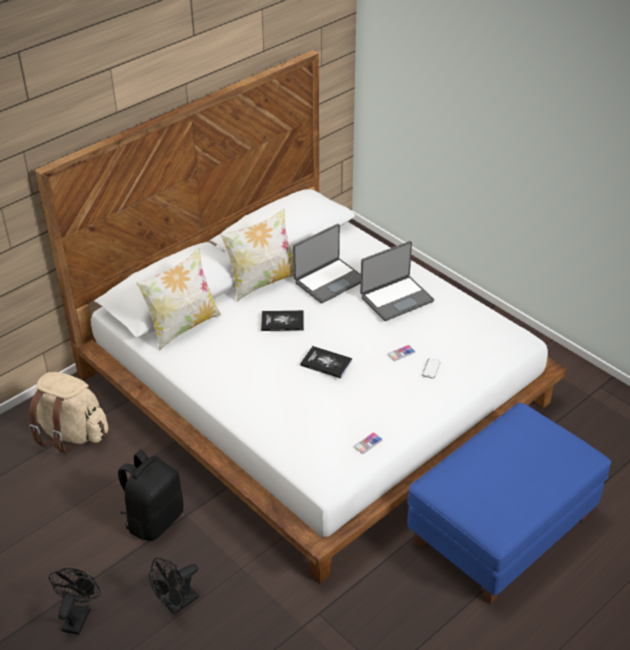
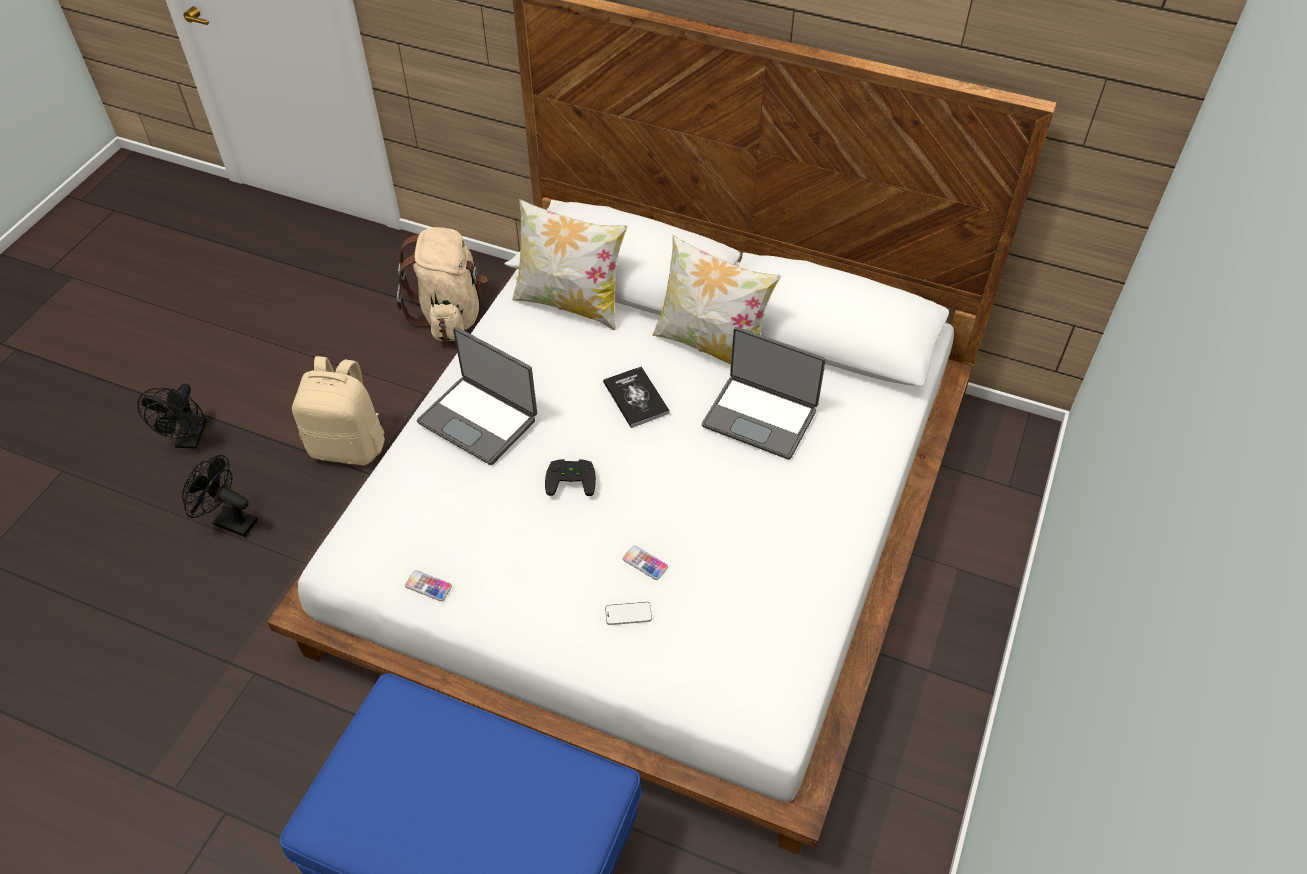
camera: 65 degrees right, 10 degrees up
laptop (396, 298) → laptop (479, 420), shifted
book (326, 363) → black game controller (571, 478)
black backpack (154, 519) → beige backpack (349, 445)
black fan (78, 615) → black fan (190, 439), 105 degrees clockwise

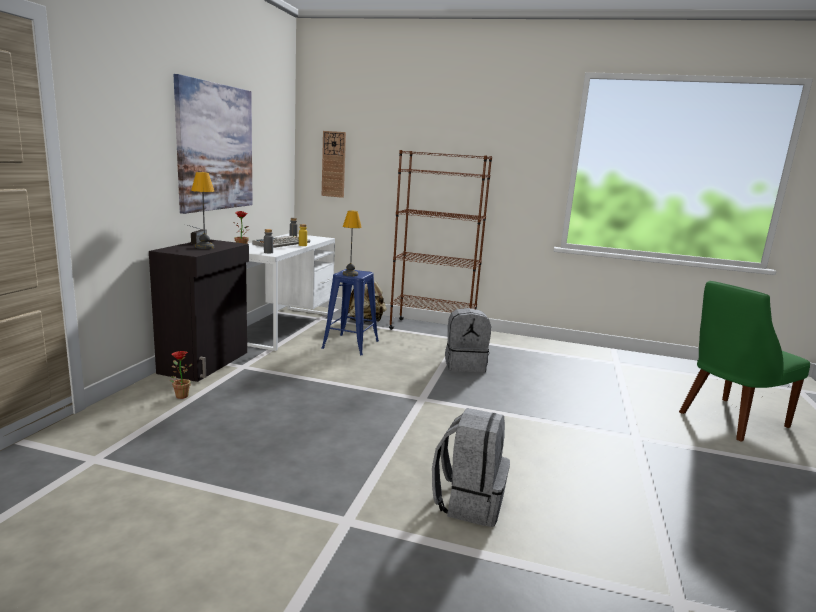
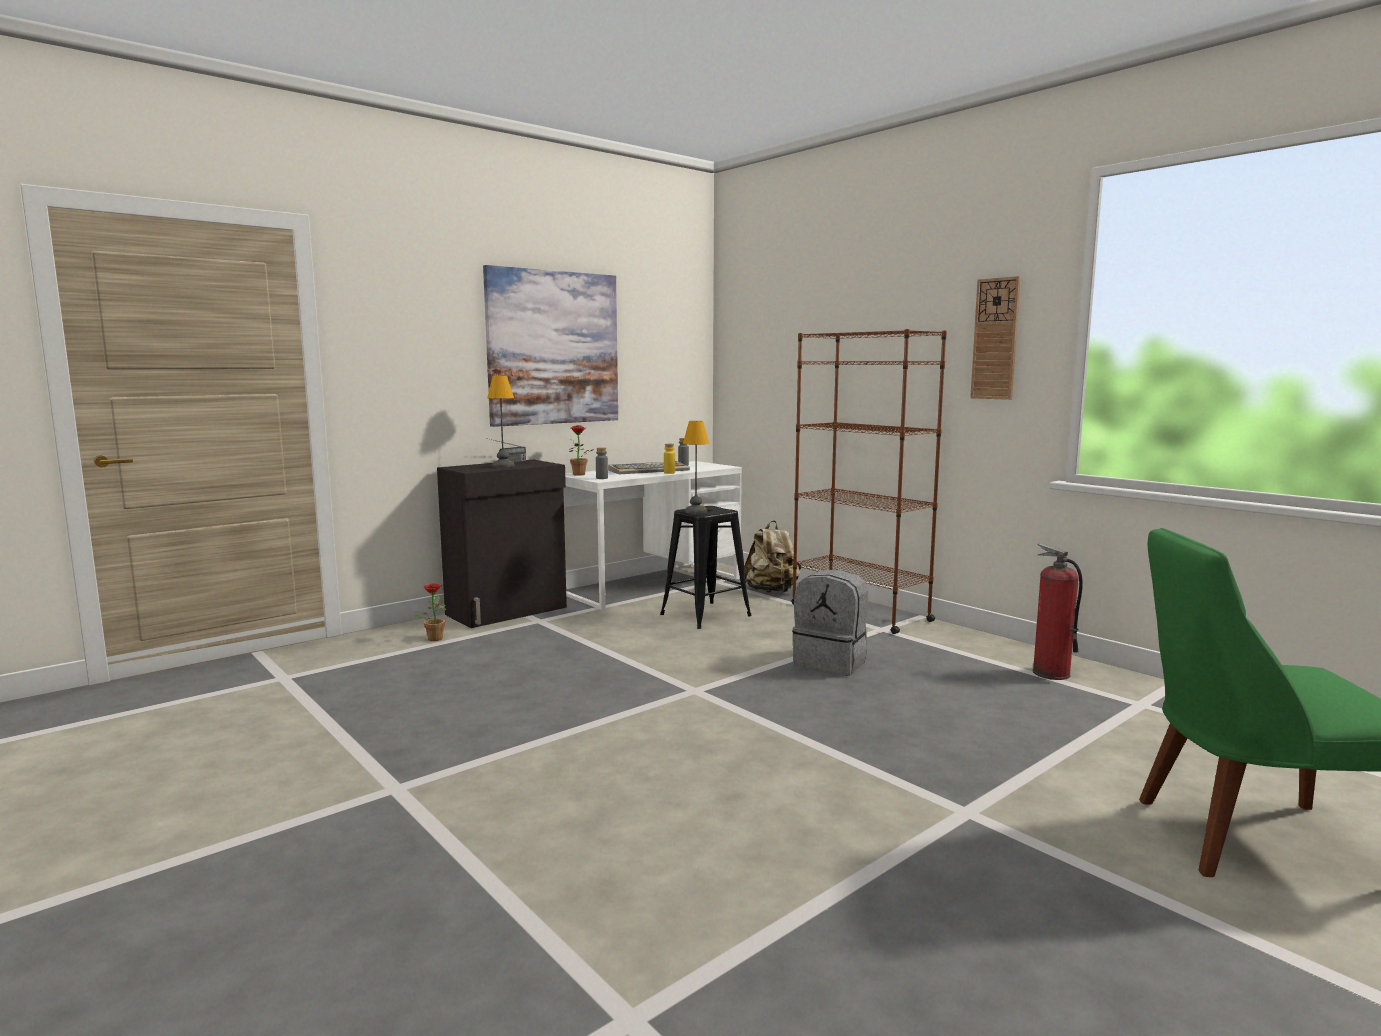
camera: 35 degrees right, 5 degrees down
grey backpack (469, 502) → -
- → fire extinguisher (1050, 673)
wall clock (333, 164) → wall clock (995, 339), shifted
blue stool (351, 344) → black stool (706, 615)

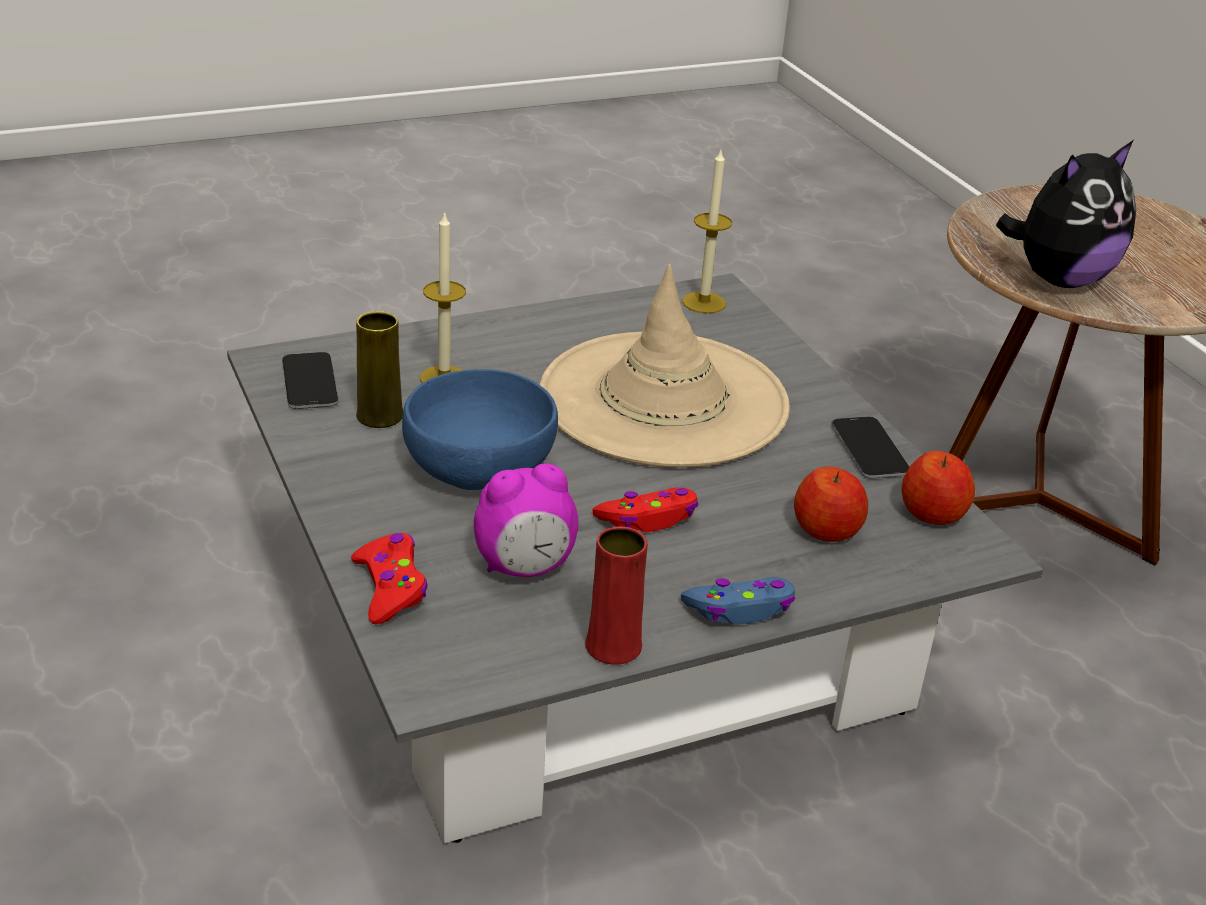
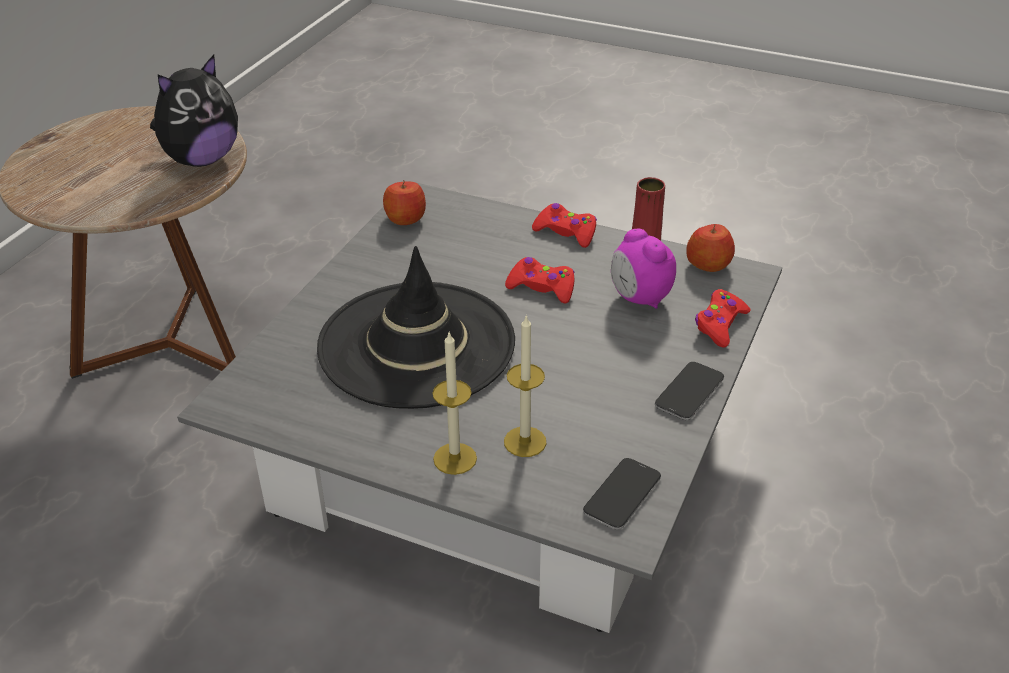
camera: 130 degrees left, 5 degrees up
yellow vase (379, 416) → -
blue bowl (481, 465) → -
candle (704, 302) → candle (455, 458), shifted
apple (827, 530) → apple (708, 264), shifted
phone (869, 449) → phone (689, 392), shifted
beige hat (664, 400) → black hat (416, 344)
blue game controller (740, 609) → red game controller (566, 232)
alarm clock (525, 567) → alarm clock (639, 298), 150 degrees counterclockwise
plush toy (1059, 279) → plush toy (201, 159), 120 degrees clockwise

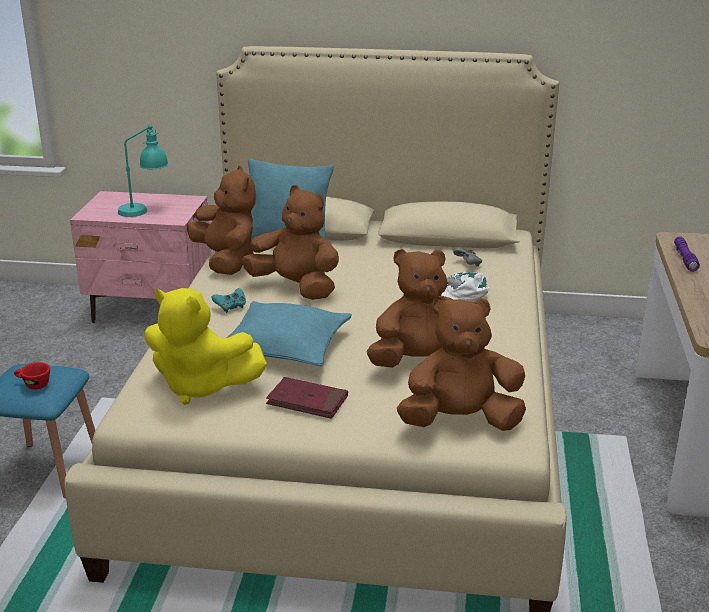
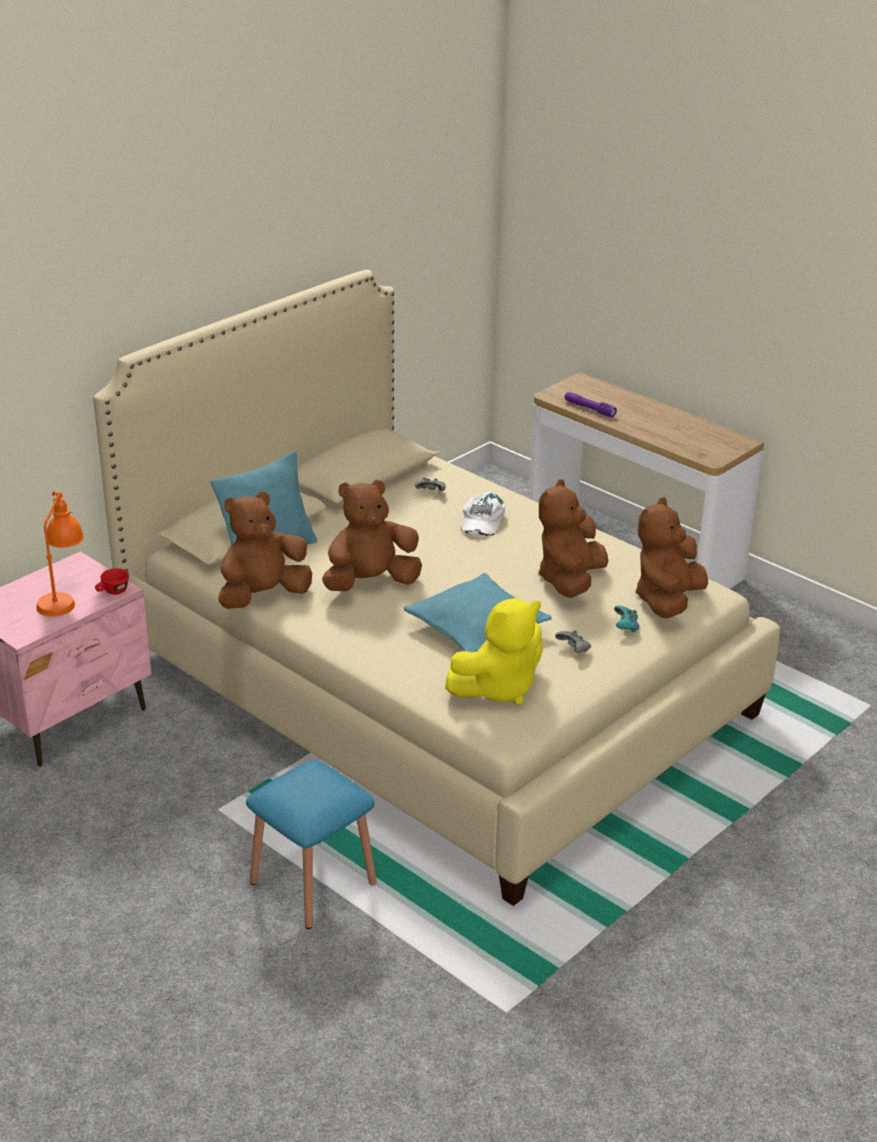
camera: 55 degrees left, 5 degrees up
red cup (33, 385) → red cup (112, 592), shifted
turquoise game controller (230, 307) → turquoise game controller (626, 627), shifted
red book (307, 401) → grey game controller (574, 649)
turquoise table lamp (145, 209) → orange table lamp (63, 597)
brown plush toy (226, 261) → brown plush toy (263, 596), 45 degrees counterclockwise

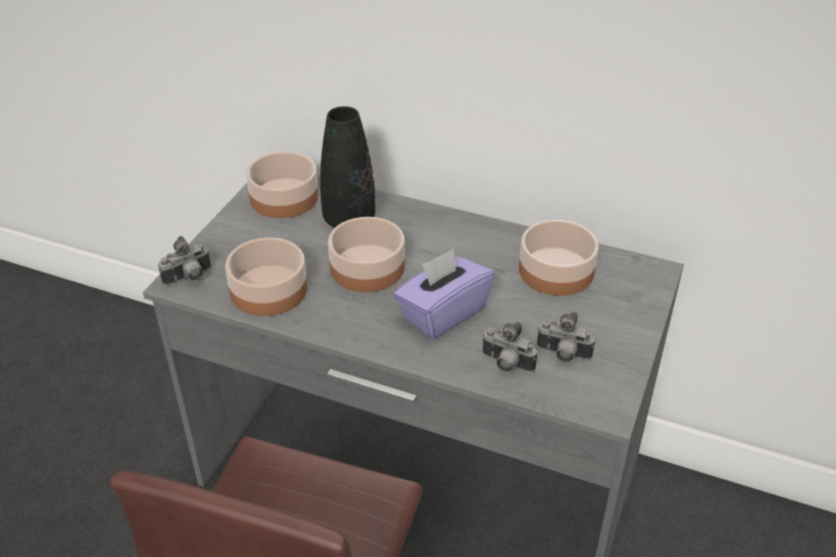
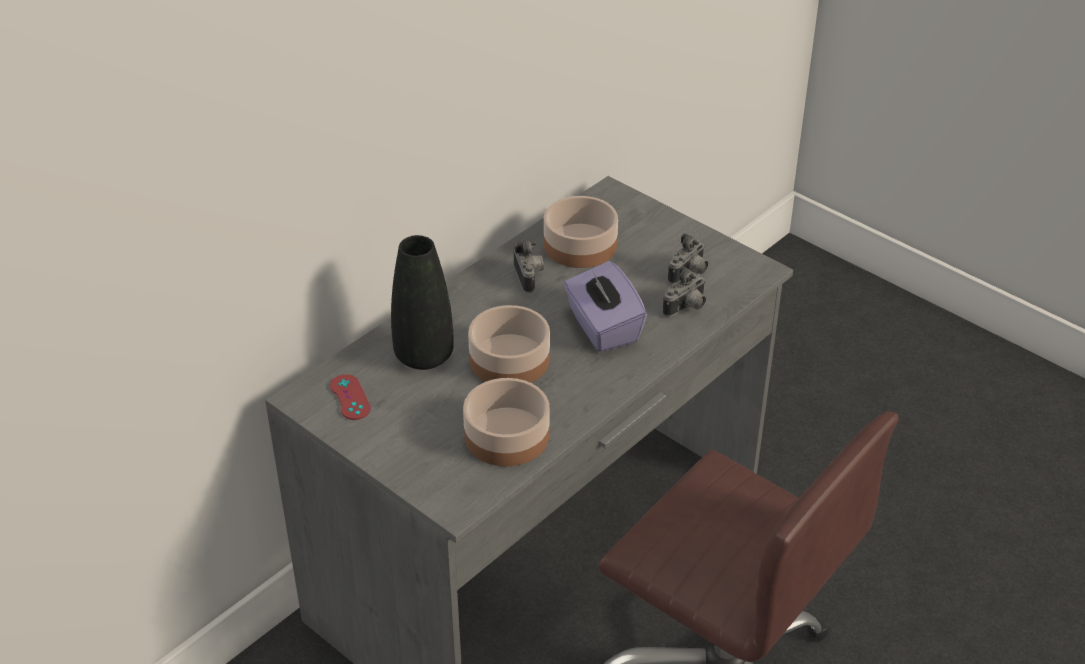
camera: 70 degrees left, 0 degrees up
photo camera (189, 278) → photo camera (529, 277), shifted
bowl (283, 198) → red game controller (350, 397)

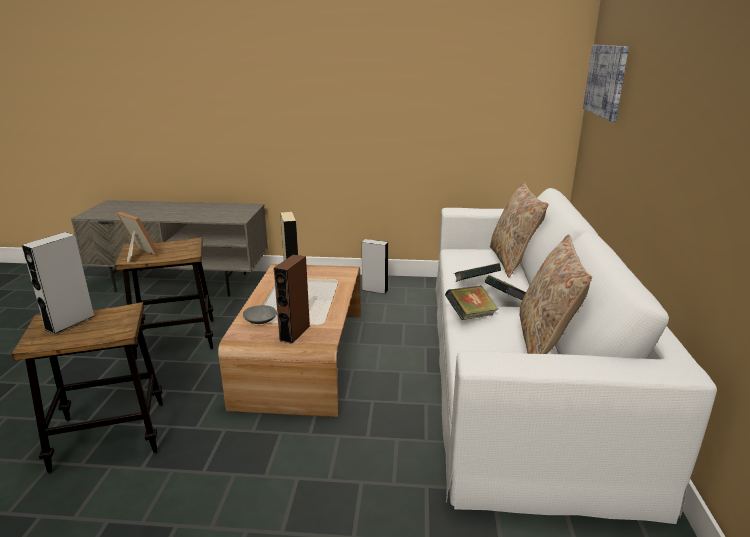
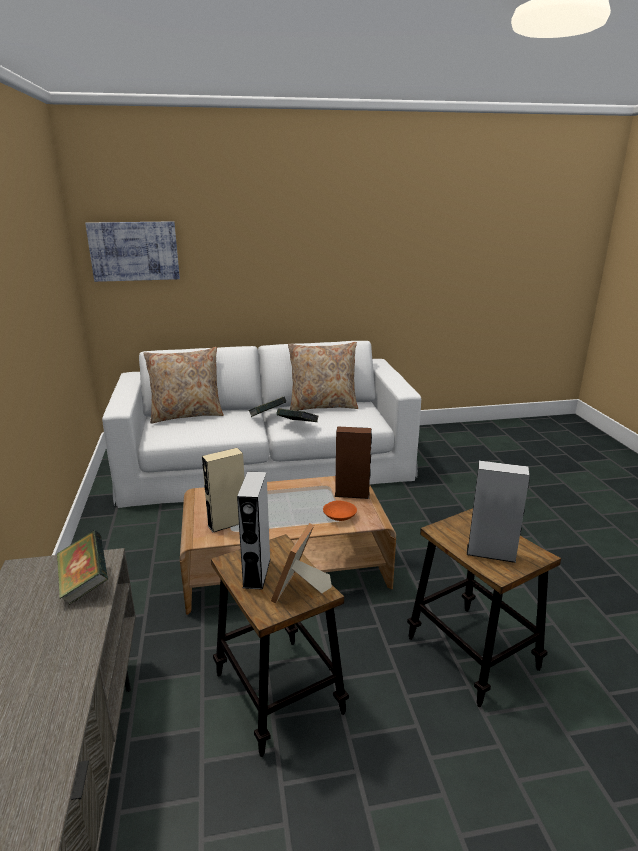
camera: 105 degrees left, 0 degrees up
grey speaker (374, 290) → grey speaker (257, 572), shifted
book (475, 284) → book (84, 583), shifted
grey bowl (261, 320) → orange bowl (339, 516)

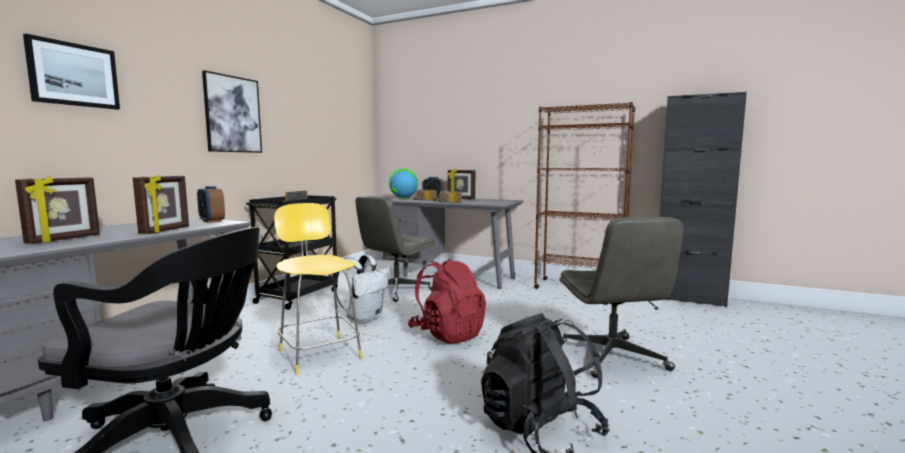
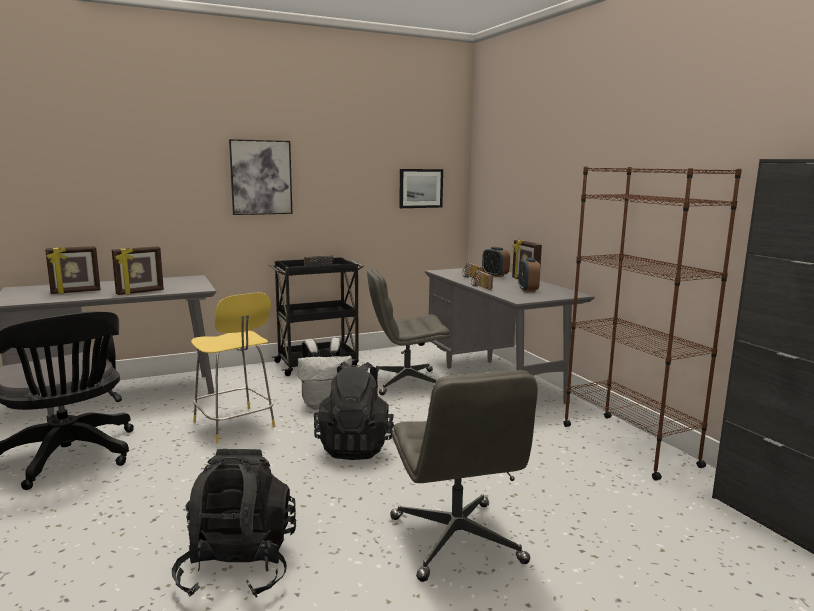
camera: 40 degrees right, 5 degrees up
globe (403, 198) → -
picture (74, 74) → picture (420, 188), shifted
alarm clock (212, 221) → alarm clock (527, 290), shifted
red backpack (447, 334) → black backpack (355, 447)
yellow chair (319, 353) → yellow chair (235, 425), 135 degrees clockwise
grey office chair (612, 357) → grey office chair (457, 541), 45 degrees counterclockwise

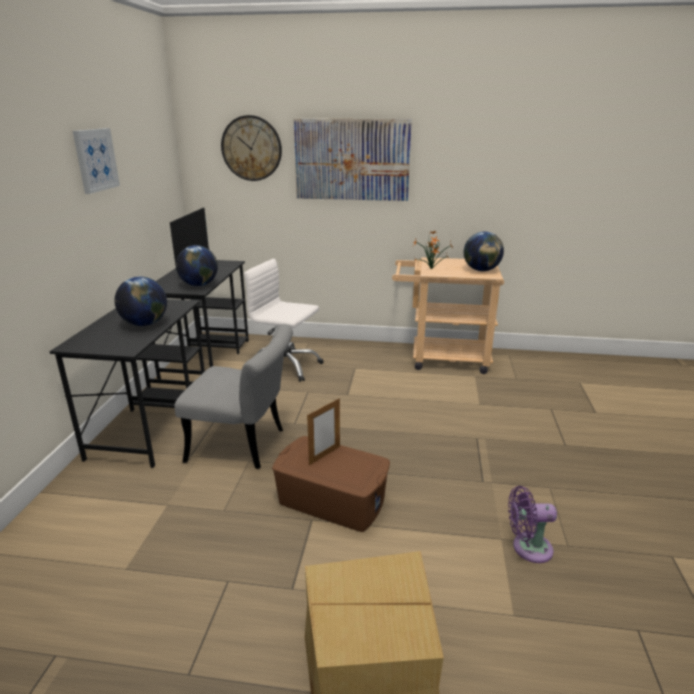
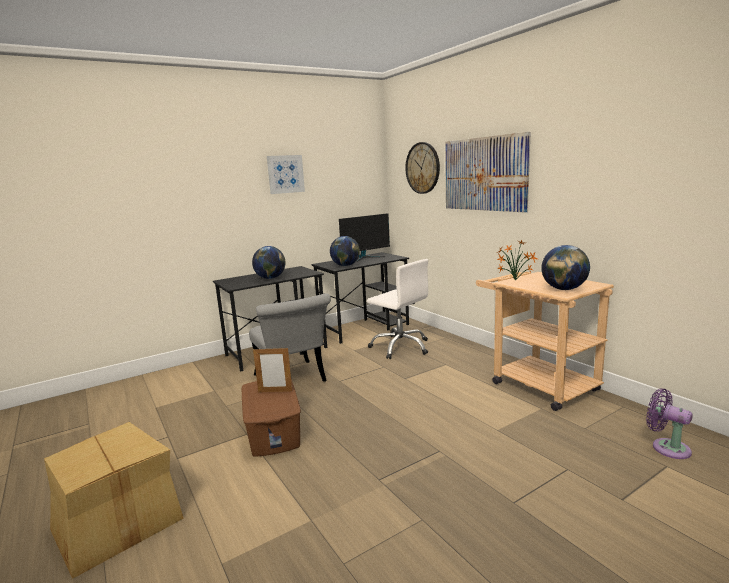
camera: 50 degrees right, 10 degrees down
purple fan (528, 548) → purple fan (667, 447), shifted
white office chair (285, 366) → white office chair (400, 347), 150 degrees clockwise

